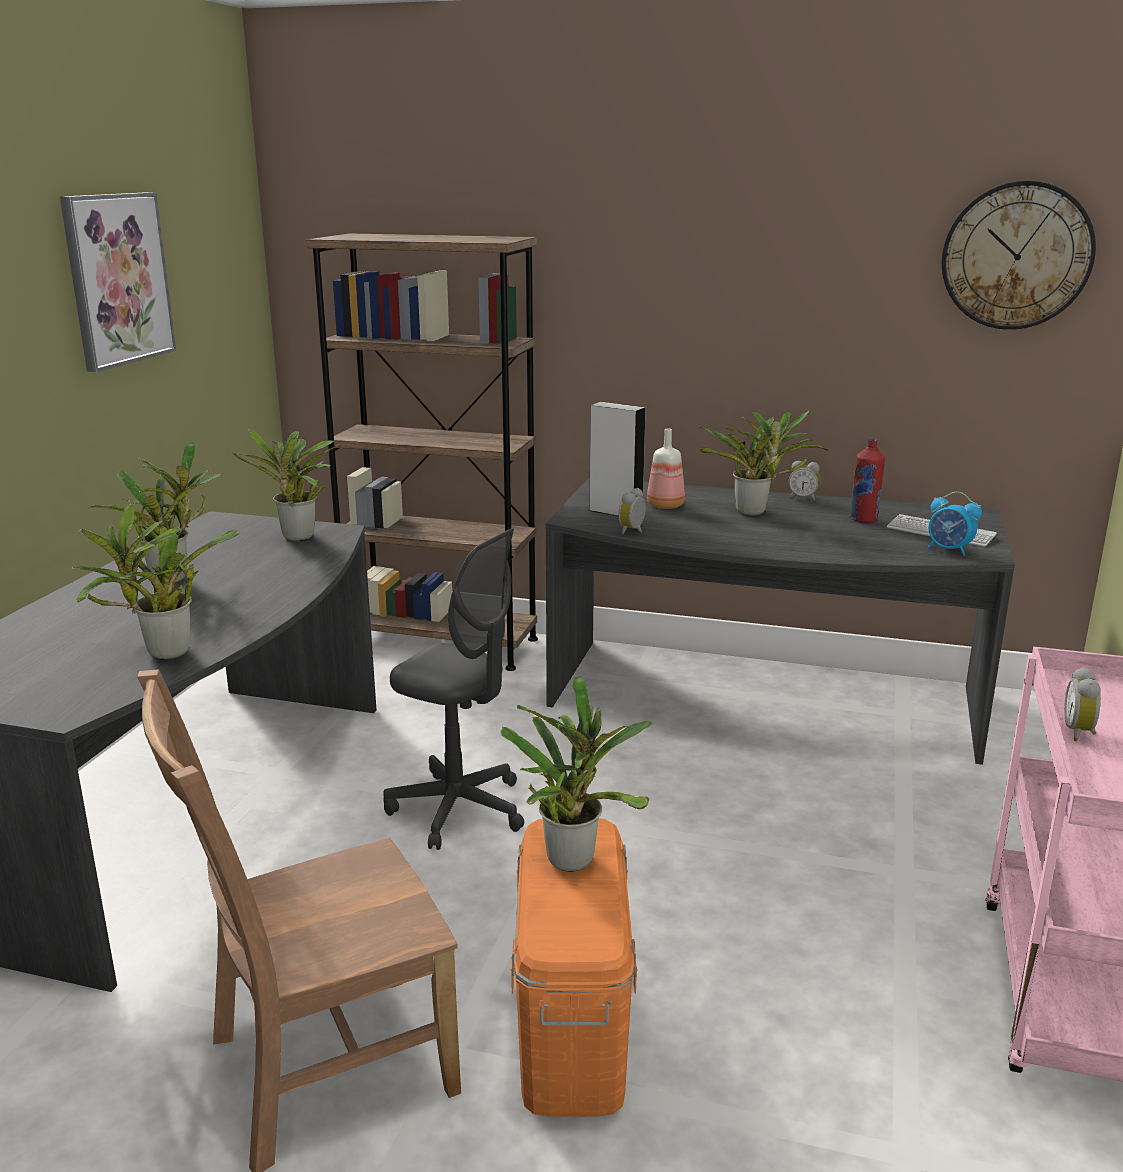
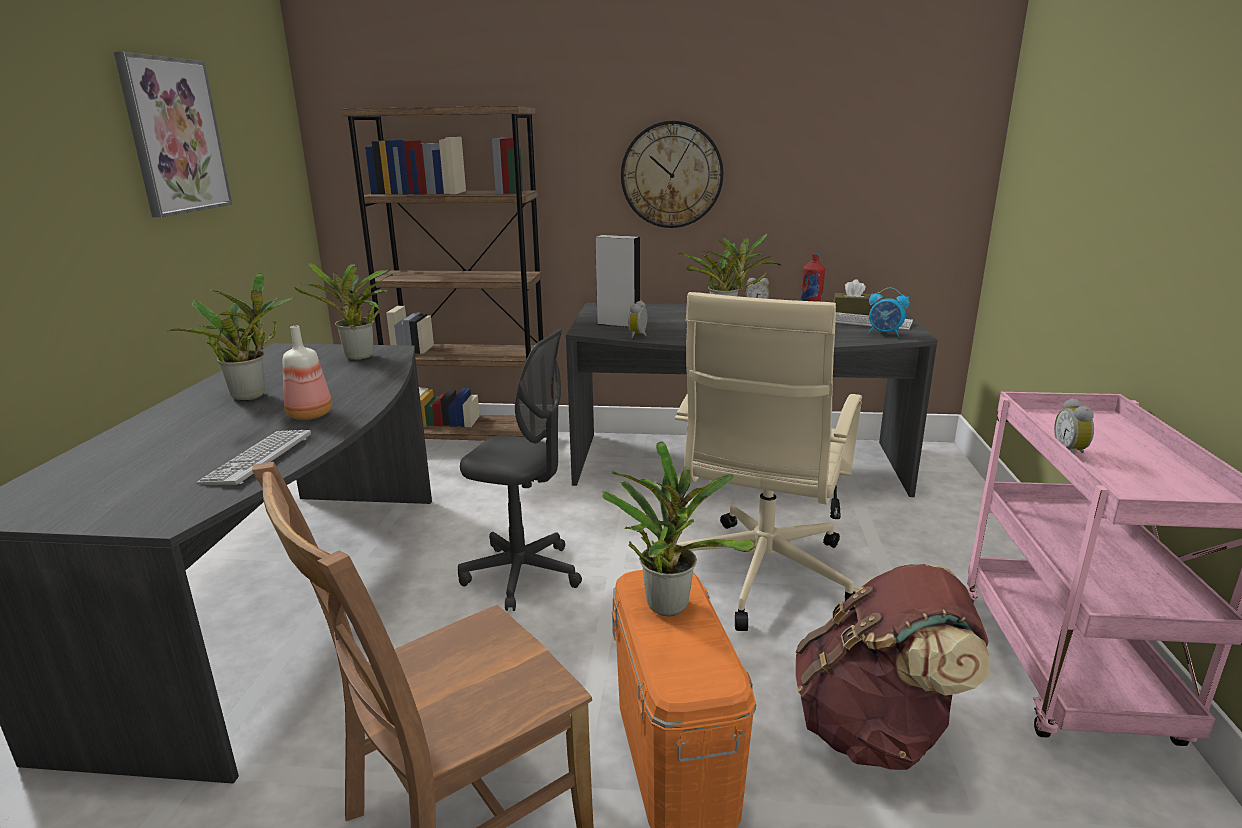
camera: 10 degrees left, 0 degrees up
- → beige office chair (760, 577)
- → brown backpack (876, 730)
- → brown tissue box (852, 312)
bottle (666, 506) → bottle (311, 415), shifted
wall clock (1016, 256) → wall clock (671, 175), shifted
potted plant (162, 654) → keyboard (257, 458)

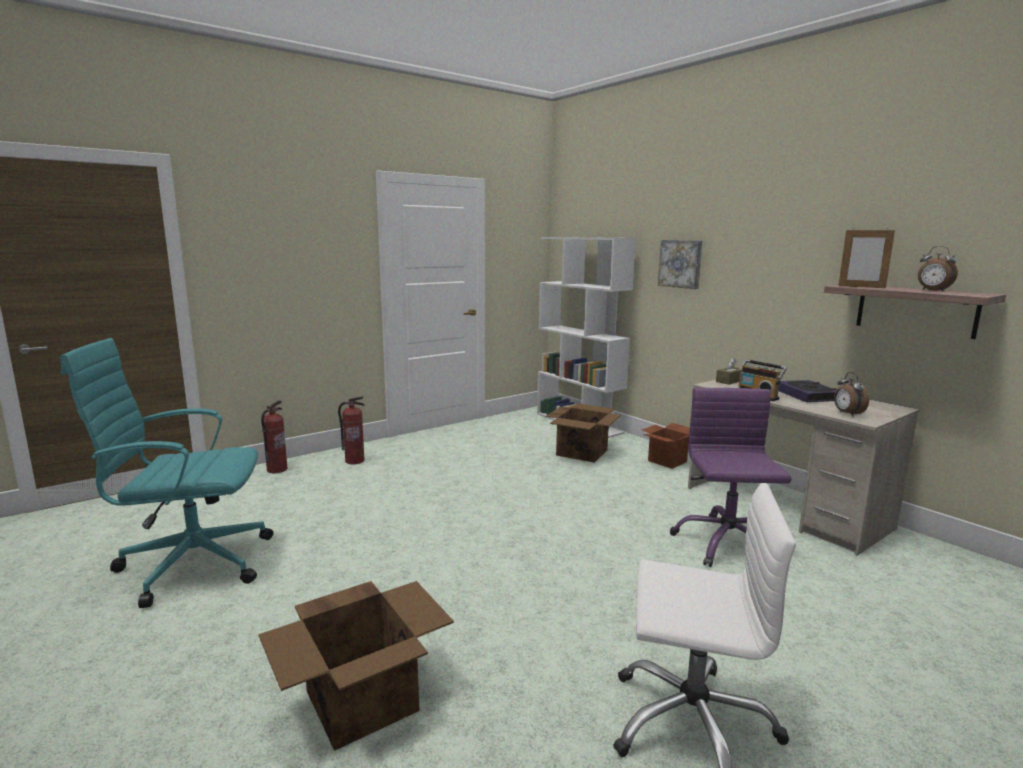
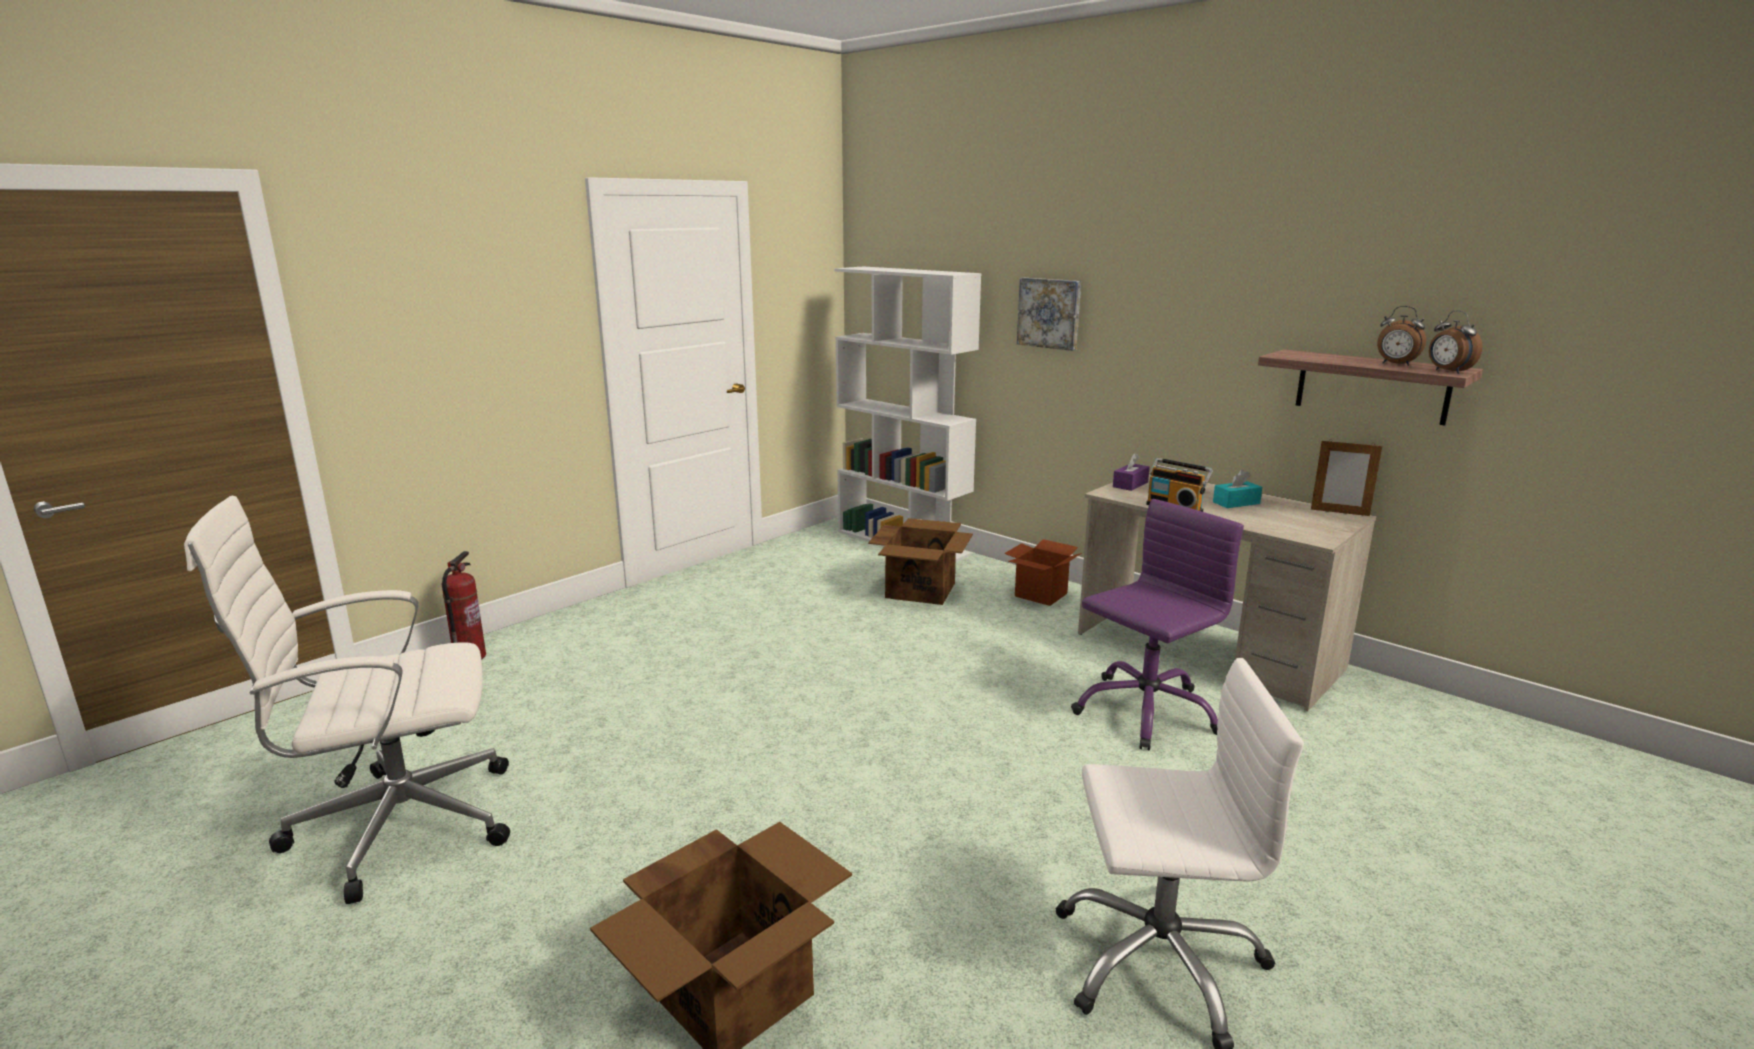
camera: 10 degrees left, 5 degrees up
fire extinguisher (355, 461) → -
alarm clock (847, 414) → alarm clock (1448, 371), shifted
picture frame (861, 287) → picture frame (1339, 512), shifted
book (807, 395) → turquoise tissue box (1236, 503)
turquoise office chair (190, 564) → white office chair (396, 825)
brown tissue box (729, 381) → purple tissue box (1130, 484)
purple office chair (726, 543) → purple office chair (1145, 711), 60 degrees clockwise

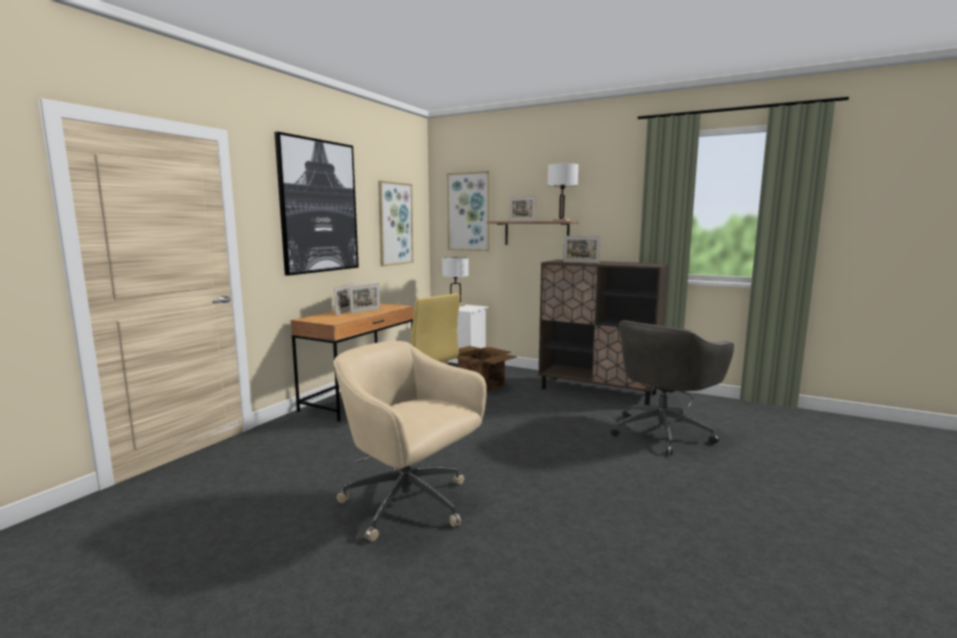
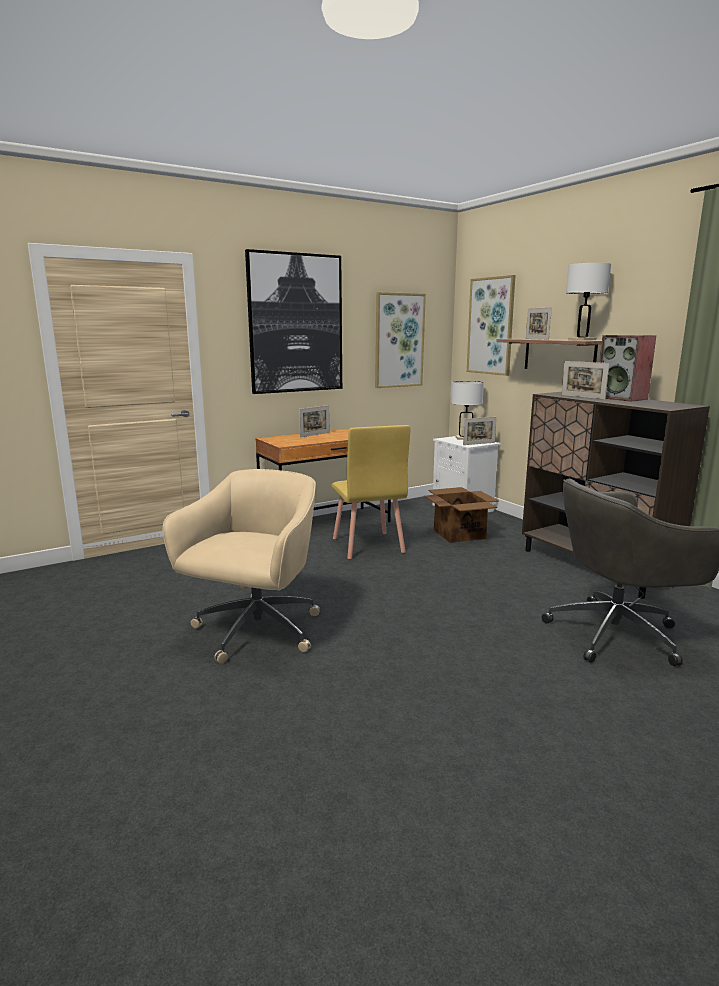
camera: 30 degrees right, 5 degrees up
- → speaker (622, 398)
picture frame (365, 311) → picture frame (479, 444), shifted
beige office chair (409, 504) → beige office chair (255, 632), 45 degrees clockwise

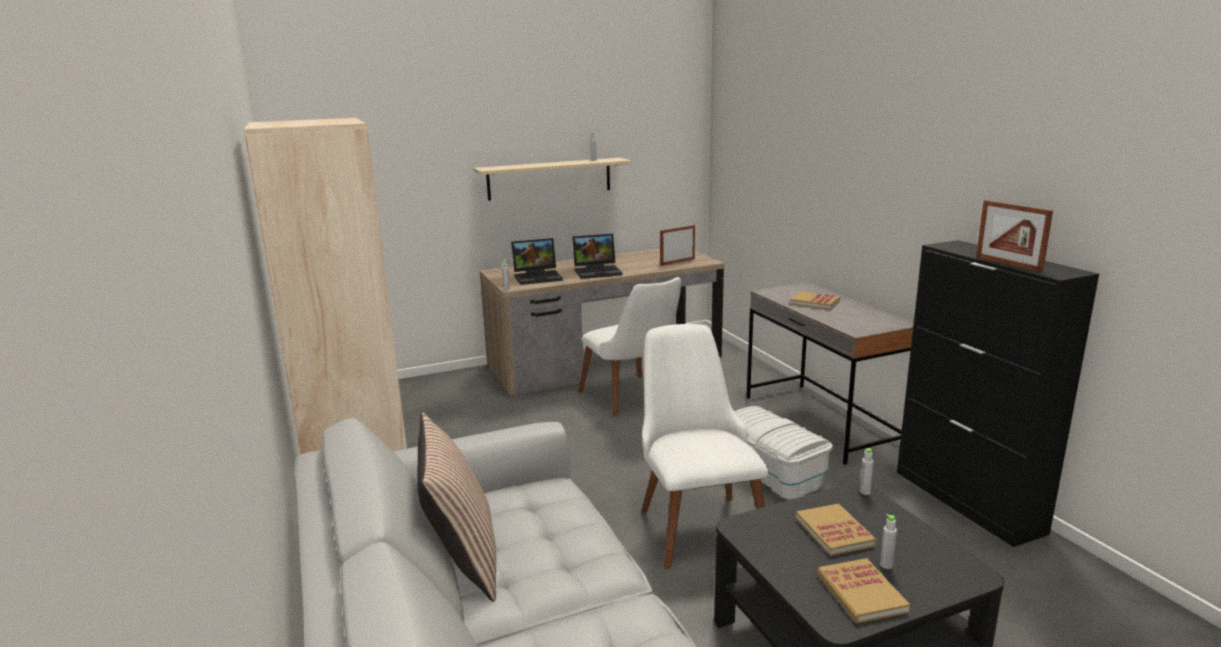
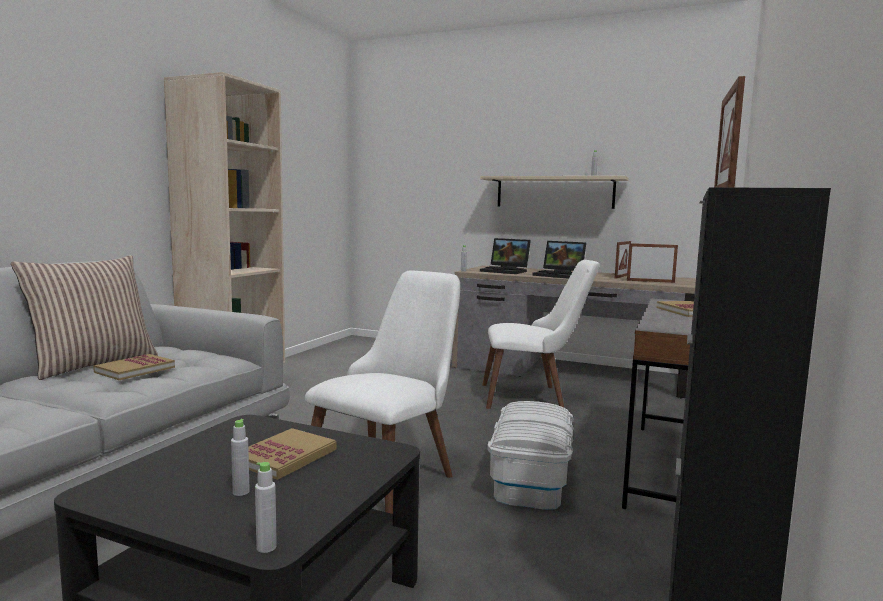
camera: 45 degrees right, 10 degrees down
- → picture frame (621, 276)
book (861, 593) → book (135, 370), shifted
grey bottle (865, 492) → grey bottle (266, 547), shifted
white chair (634, 400) → white chair (534, 397), 105 degrees counterclockwise

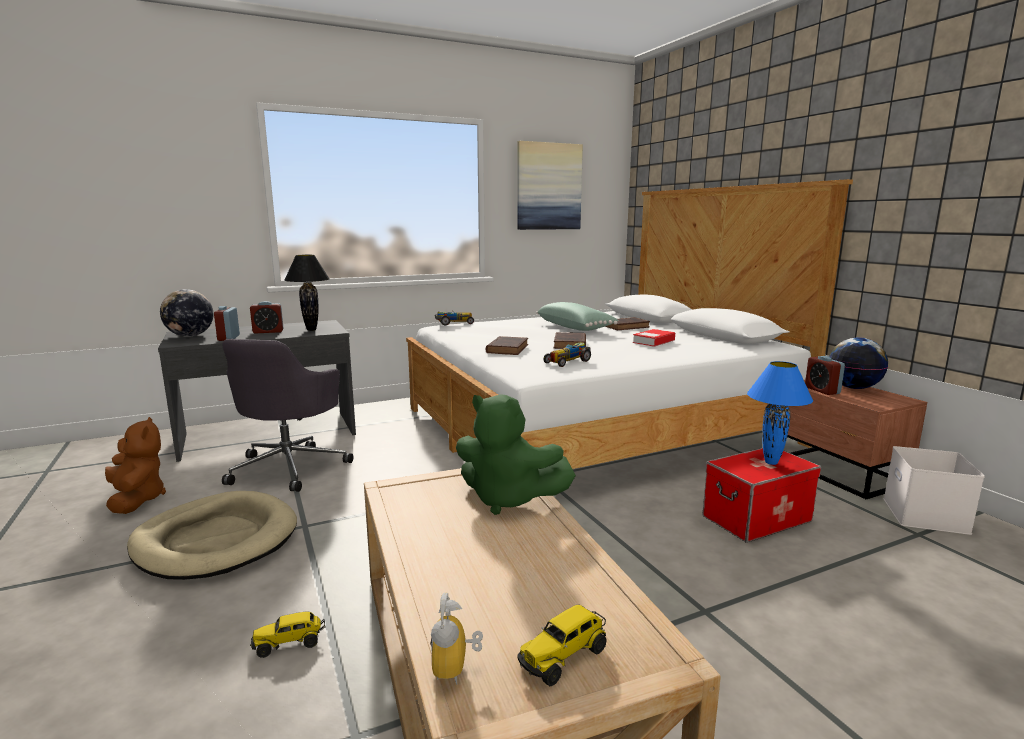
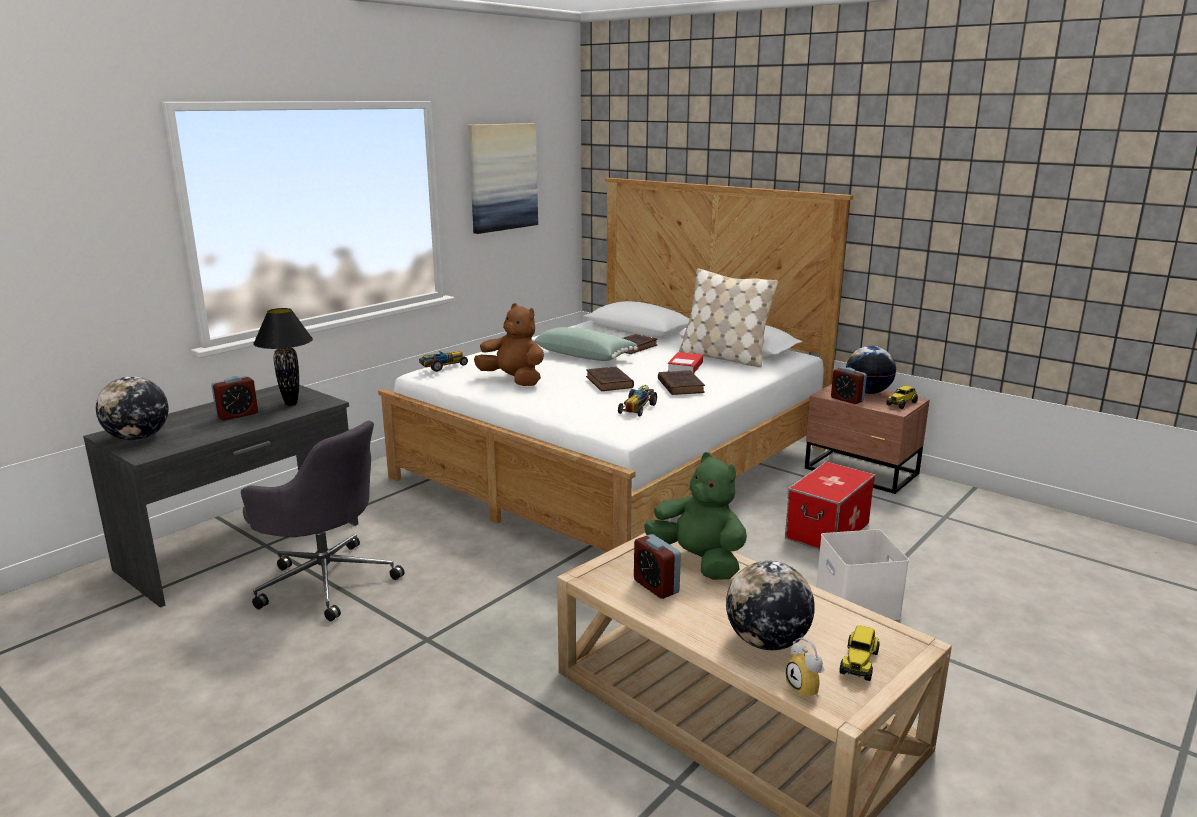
camera: 25 degrees left, 5 degrees up
beige dog bed (216, 540) → -
blue table lamp (771, 462) → -
- → beige pillow (724, 357)
- → globe (766, 642)
brown plush toy (137, 500) → brown plush toy (513, 380), shifted
alarm clock (228, 338) → alarm clock (656, 586), shifted
toy truck (289, 643) → toy truck (901, 404), shifted
brown book (508, 348) → brown book (680, 386), shifted
white storage box (927, 516) → white storage box (859, 604), shifted
grey office chair (290, 467) → grey office chair (326, 581), 45 degrees counterclockwise
green plush toy (508, 499) → green plush toy (698, 562), 135 degrees counterclockwise

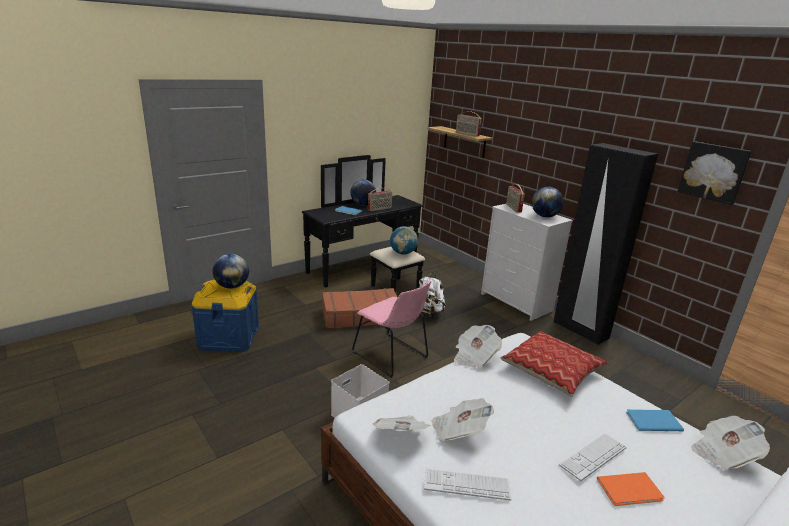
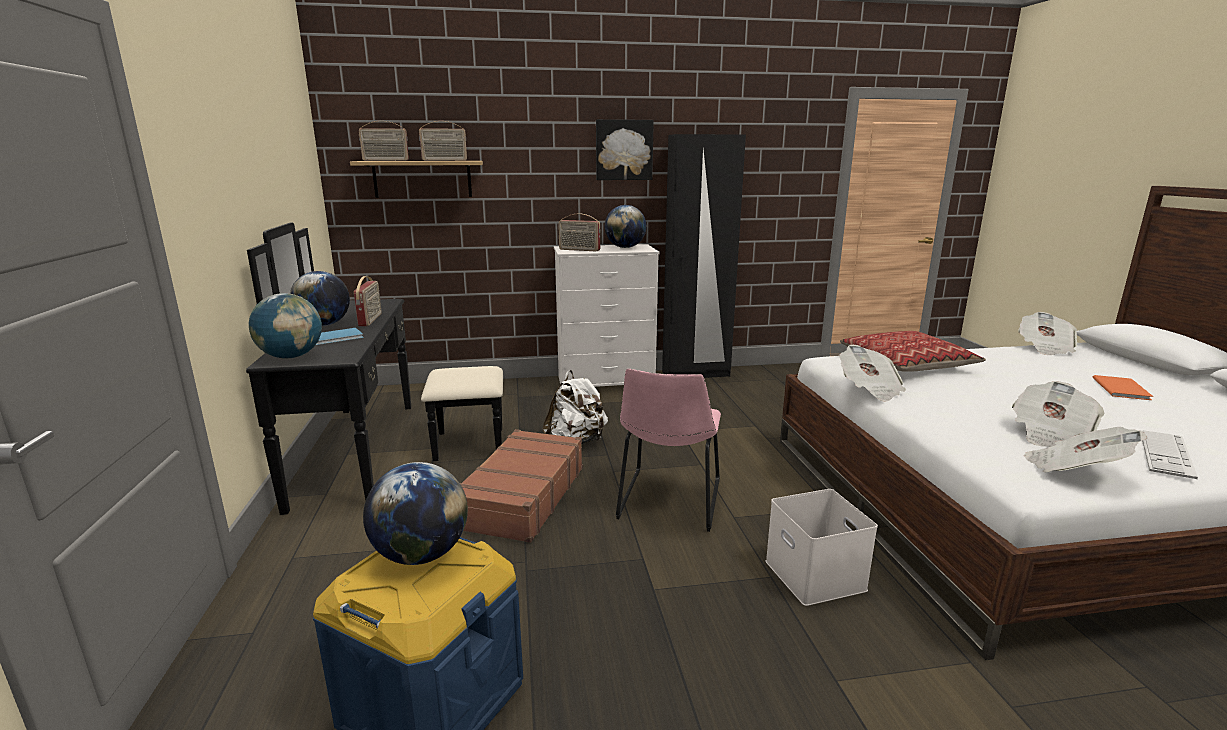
camera: 60 degrees left, 5 degrees down
keyboard (593, 457) → -
blue book (652, 420) → -
- → radio (385, 160)
globe (403, 253) → globe (291, 356), shifted
picture (713, 172) → picture (624, 150), shifted
pink chair (392, 356) → pink chair (669, 502), 120 degrees clockwise

